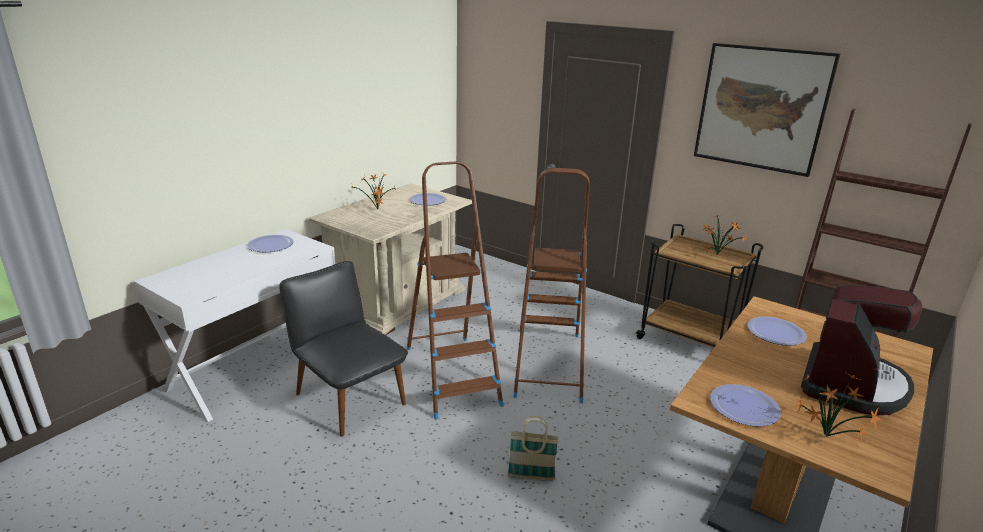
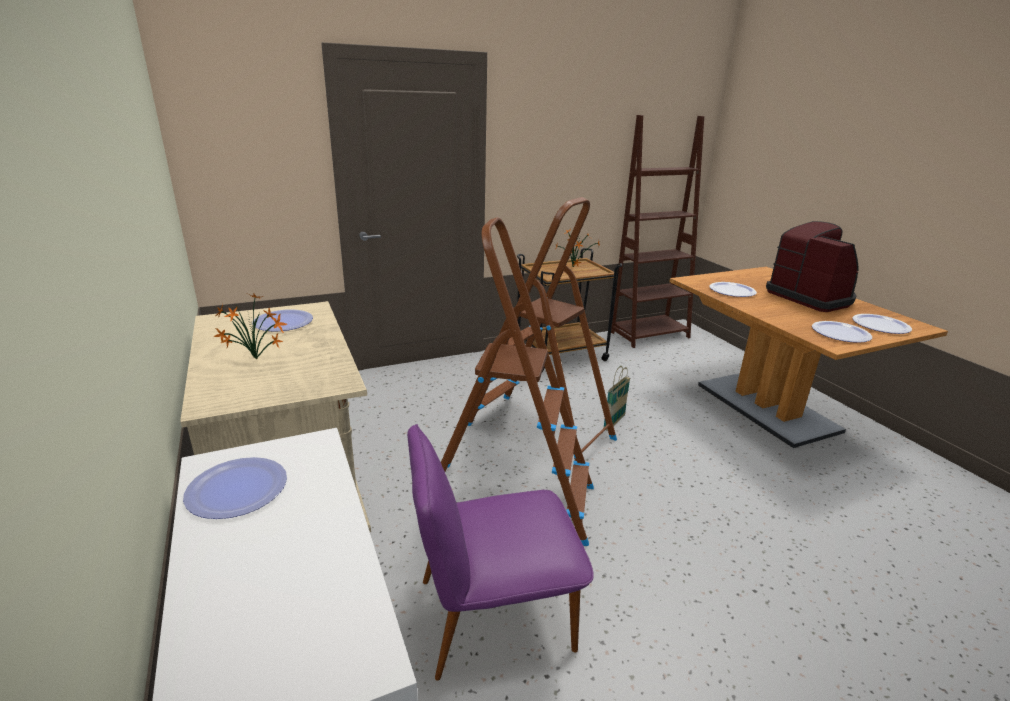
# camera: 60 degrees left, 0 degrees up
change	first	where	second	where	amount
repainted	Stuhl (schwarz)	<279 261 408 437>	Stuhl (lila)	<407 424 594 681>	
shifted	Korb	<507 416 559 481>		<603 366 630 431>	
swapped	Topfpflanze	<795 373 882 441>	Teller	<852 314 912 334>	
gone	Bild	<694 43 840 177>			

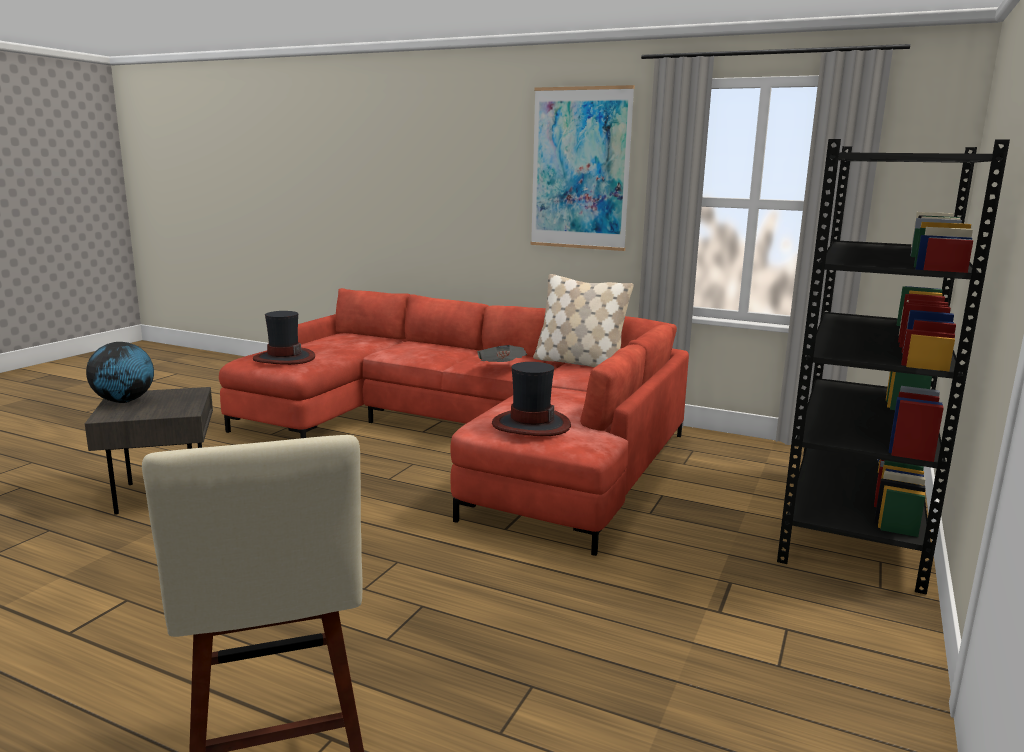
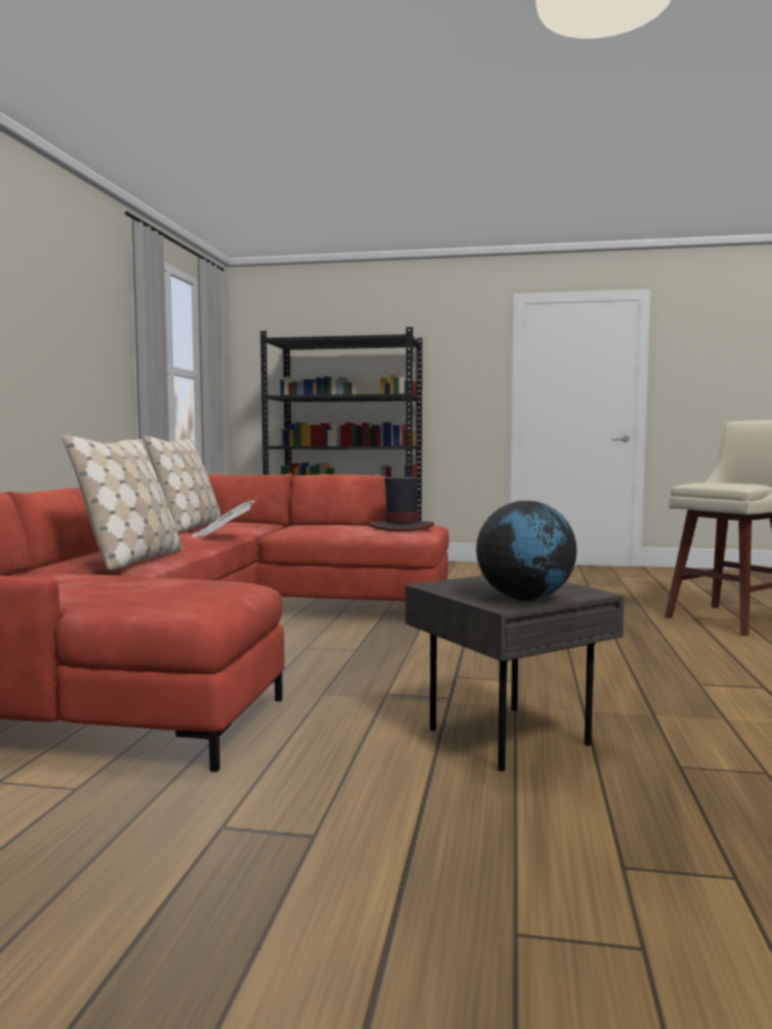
# camera: 105 degrees left, 10 degrees down
change	first	where	second	where	amount
new			Kissen (beige)	<62 435 182 570>	
gone	Hut	<253 311 315 365>			
gone	Bild	<531 85 635 251>			

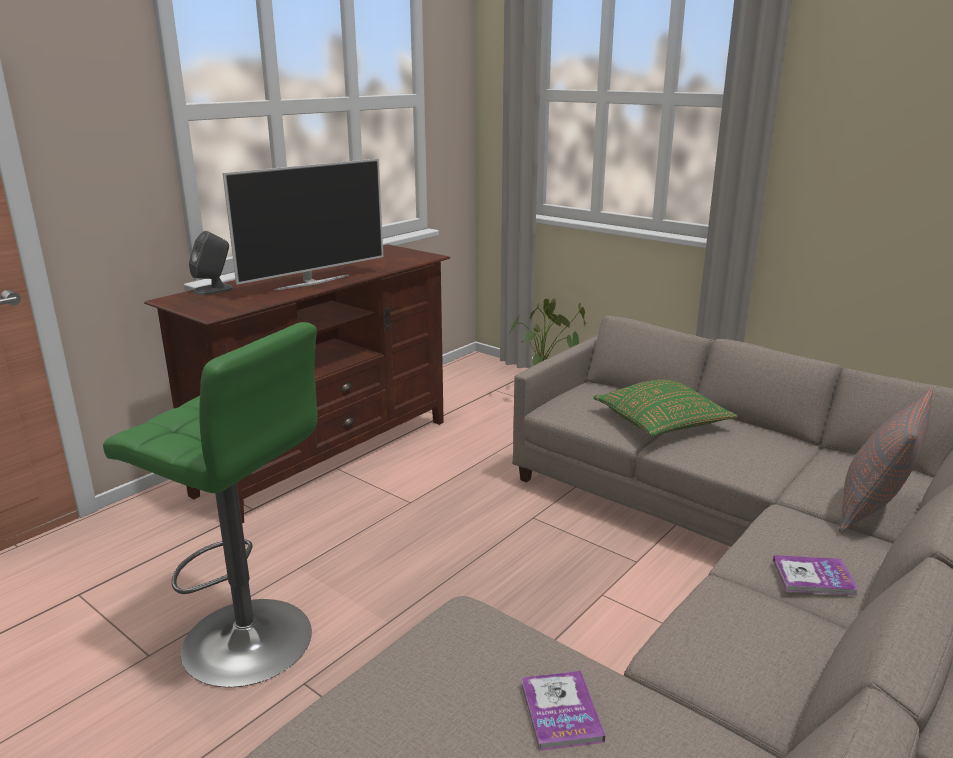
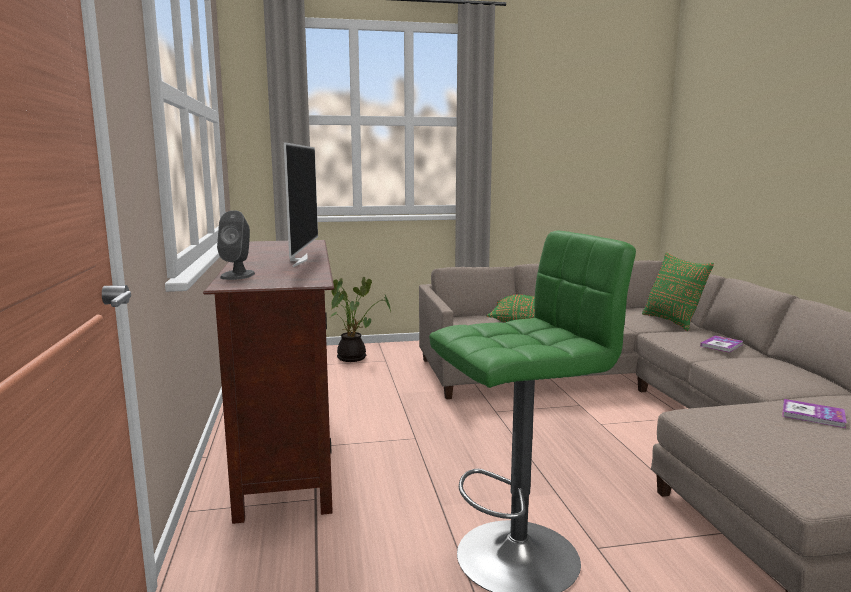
# camera: 50 degrees left, 10 degrees down
change	first	where	second	where	amount
repainted	Kissen (grau)	<838 388 933 534>	Kissen (grün)	<642 252 714 331>	

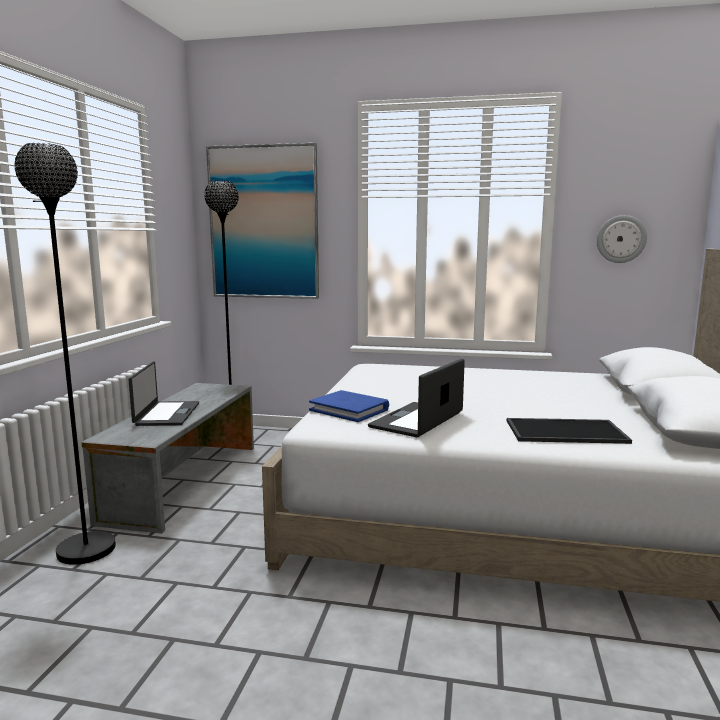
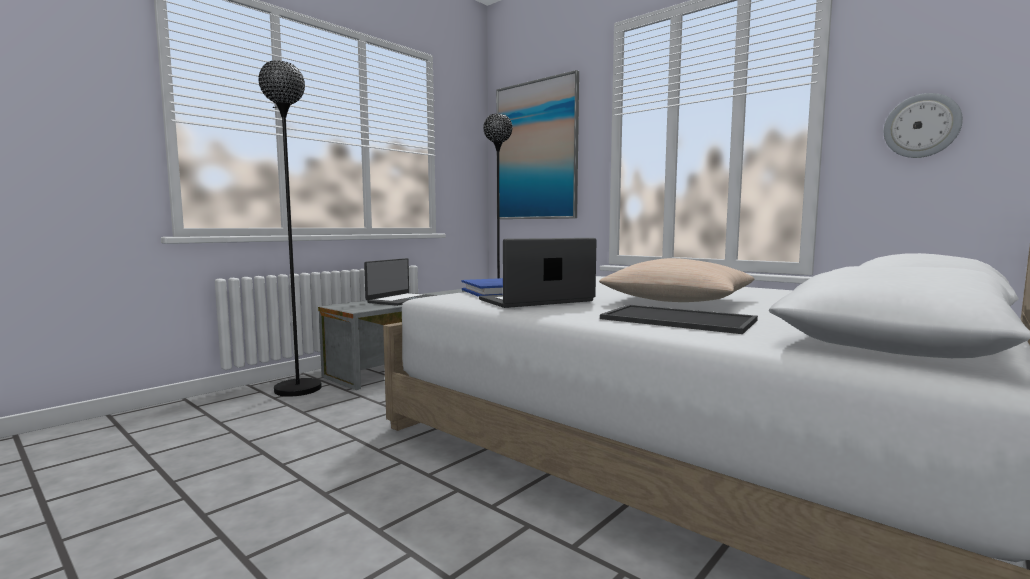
# camera: 30 degrees right, 5 degrees down
change	first	where	second	where	amount
new			Kissen (beige)	<599 258 754 302>	

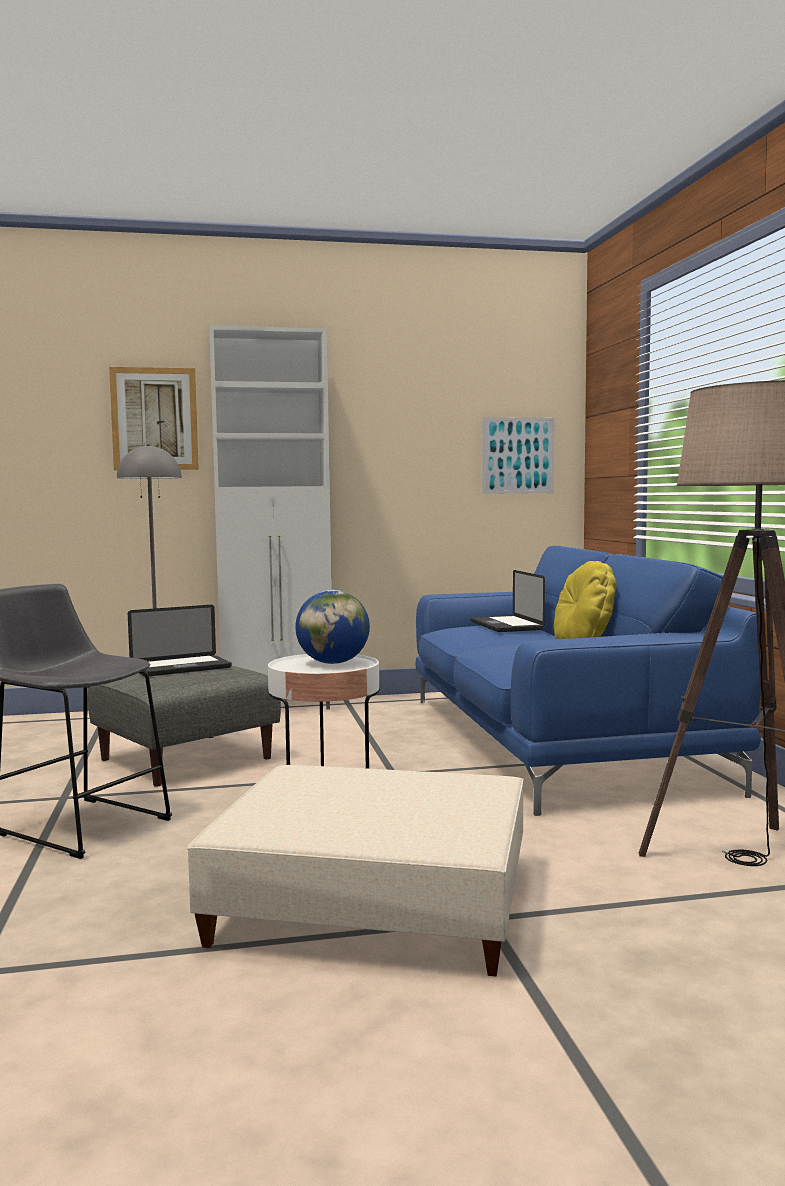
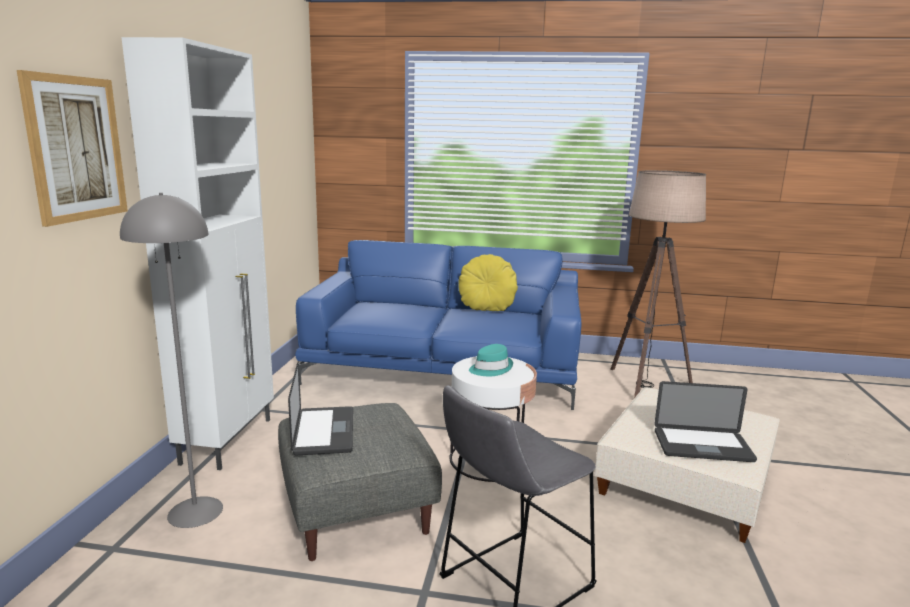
# camera: 70 degrees left, 10 degrees up
change	first	where	second	where	amount
swapped	Globus	<295 590 370 664>	Hut (türkis)	<469 344 513 376>	
shifted	Laptop	<470 570 545 632>		<654 381 757 462>	
gone	Bild	<482 417 555 494>			

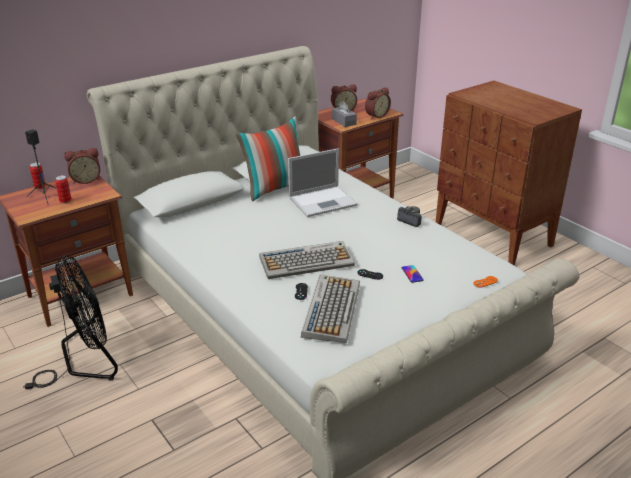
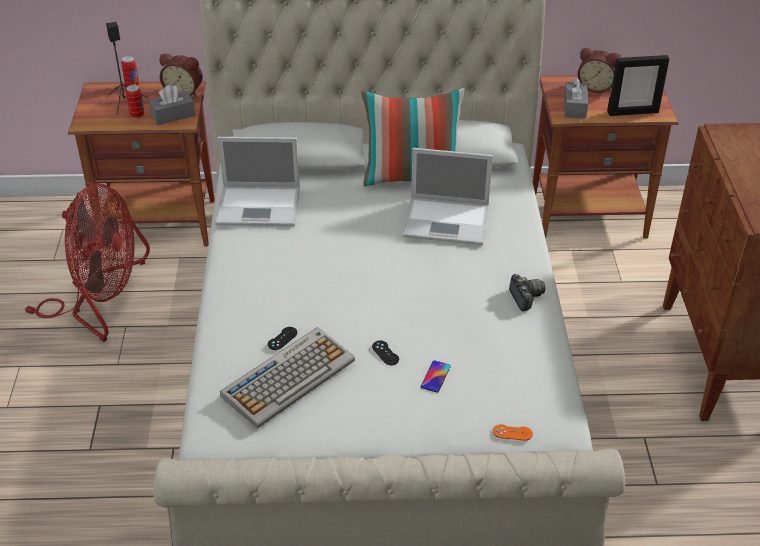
# camera: 35 degrees right, 10 degrees up
change	first	where	second	where	amount
repainted	Ventilator (schwarz)	<23 256 118 389>	Ventilator (rot)	<24 183 150 342>	
new			Taschentuchbox (grau)	<149 85 196 125>	
new			Laptop	<215 137 300 226>	
swapped	Wecker	<365 87 391 119>	Bilderrahmen	<607 55 670 116>	
gone	Tastatur	<260 241 355 279>			

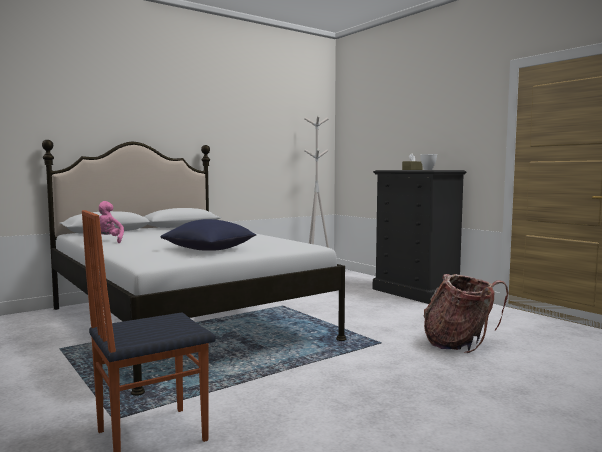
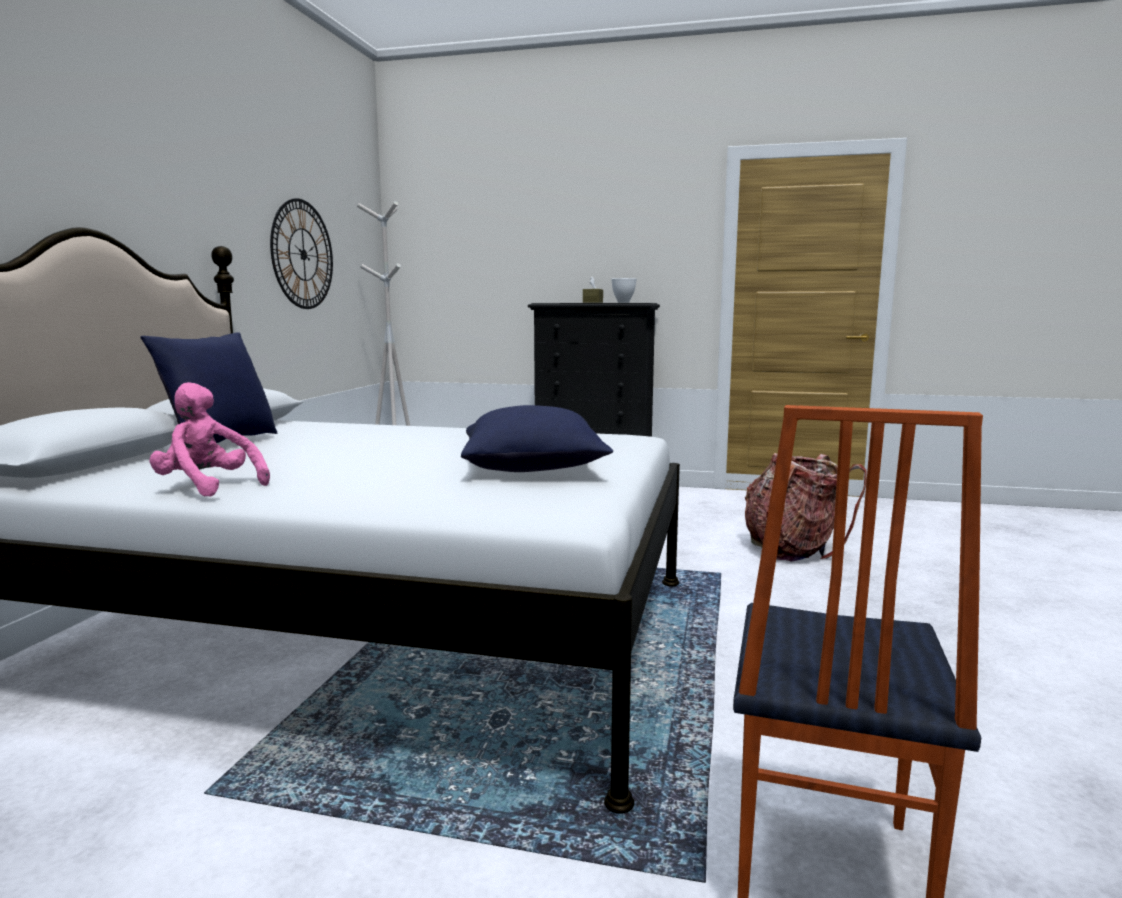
# camera: 40 degrees left, 5 degrees up
change	first	where	second	where	amount
new			Kissen (blau)	<140 332 277 443>	
new			Wanduhr	<270 198 333 309>	

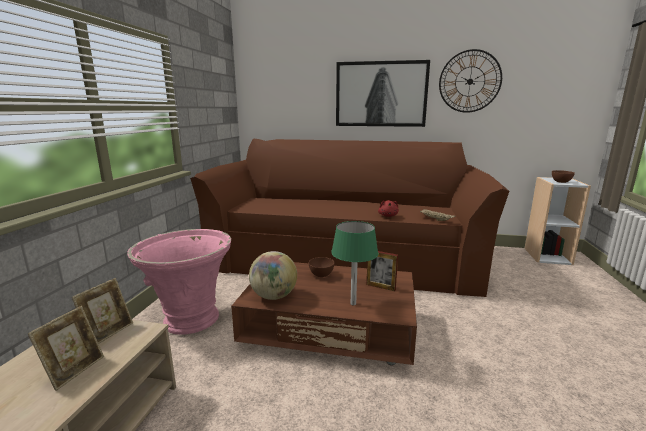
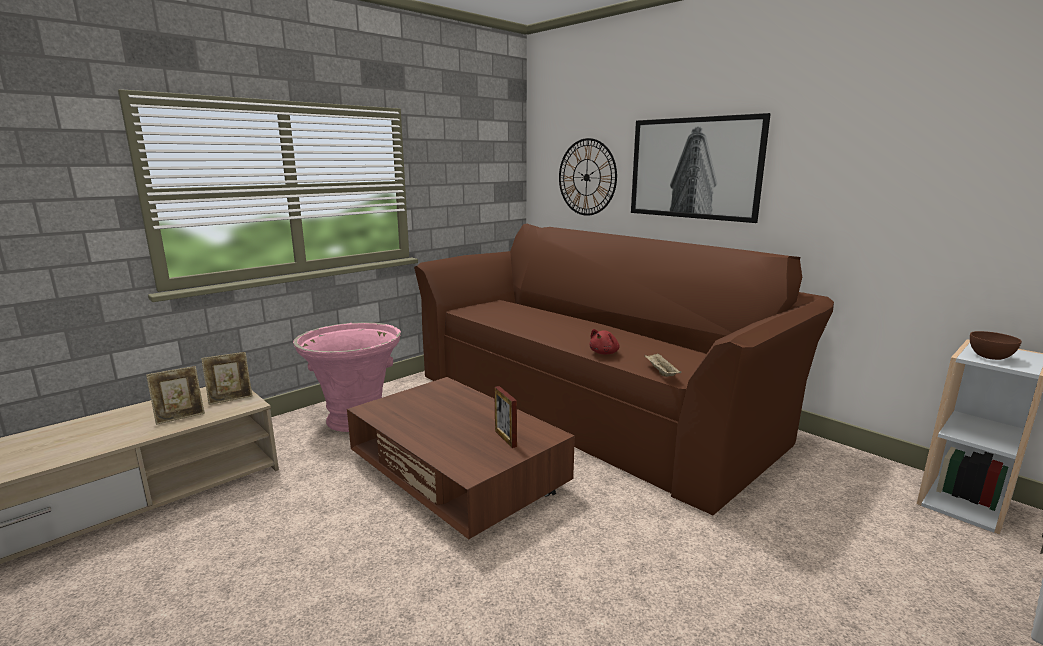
# camera: 35 degrees right, 0 degrees up
change	first	where	second	where	amount
shifted	Wanduhr	<439 49 502 113>		<559 138 617 216>	
gone	Globus	<249 251 297 300>			
gone	Schüssel (braun)	<309 257 334 277>			
gone	Tischlampe (grün)	<331 221 378 305>			

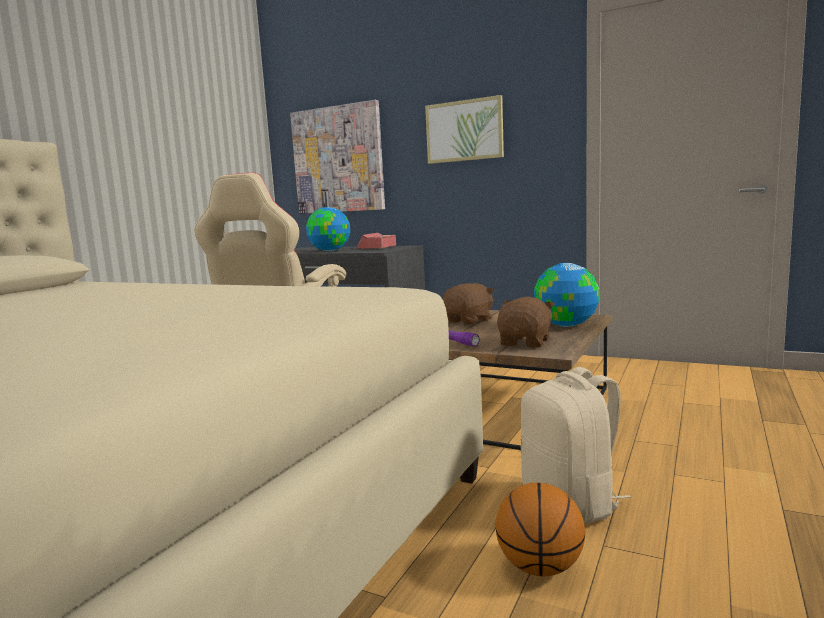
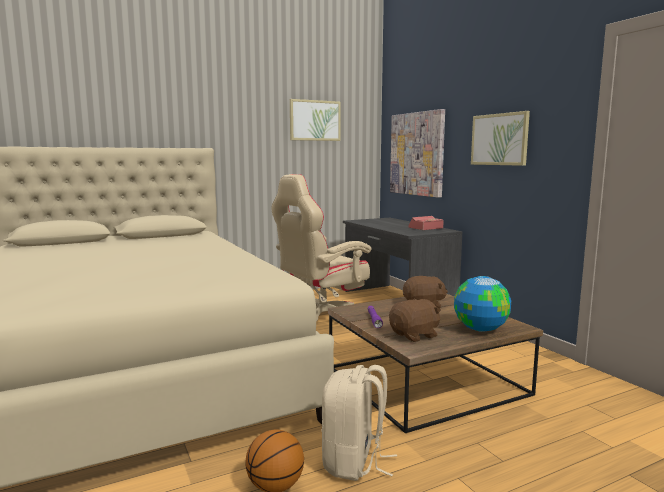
# camera: 35 degrees right, 0 degrees up
change	first	where	second	where	amount
new			Bild	<290 99 341 141>	
gone	Globus	<306 207 350 251>			

